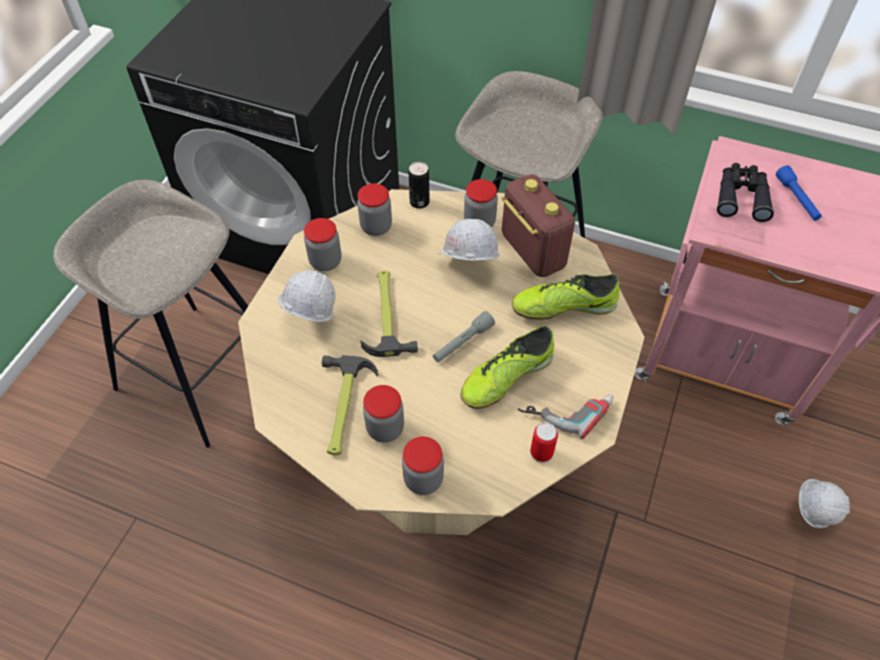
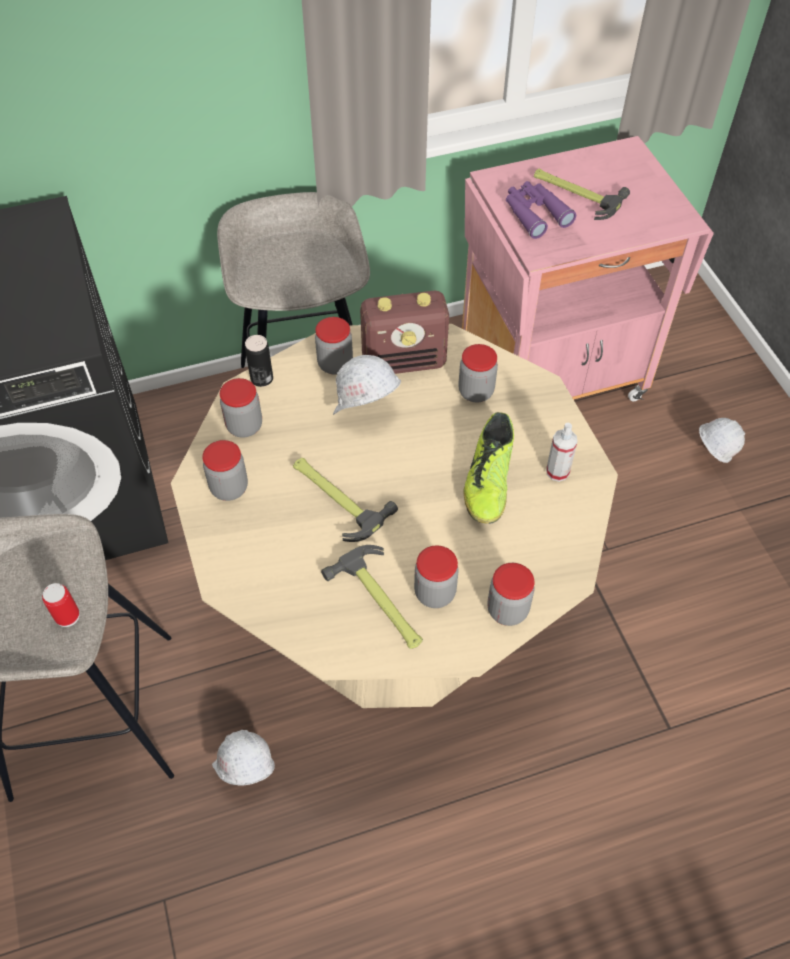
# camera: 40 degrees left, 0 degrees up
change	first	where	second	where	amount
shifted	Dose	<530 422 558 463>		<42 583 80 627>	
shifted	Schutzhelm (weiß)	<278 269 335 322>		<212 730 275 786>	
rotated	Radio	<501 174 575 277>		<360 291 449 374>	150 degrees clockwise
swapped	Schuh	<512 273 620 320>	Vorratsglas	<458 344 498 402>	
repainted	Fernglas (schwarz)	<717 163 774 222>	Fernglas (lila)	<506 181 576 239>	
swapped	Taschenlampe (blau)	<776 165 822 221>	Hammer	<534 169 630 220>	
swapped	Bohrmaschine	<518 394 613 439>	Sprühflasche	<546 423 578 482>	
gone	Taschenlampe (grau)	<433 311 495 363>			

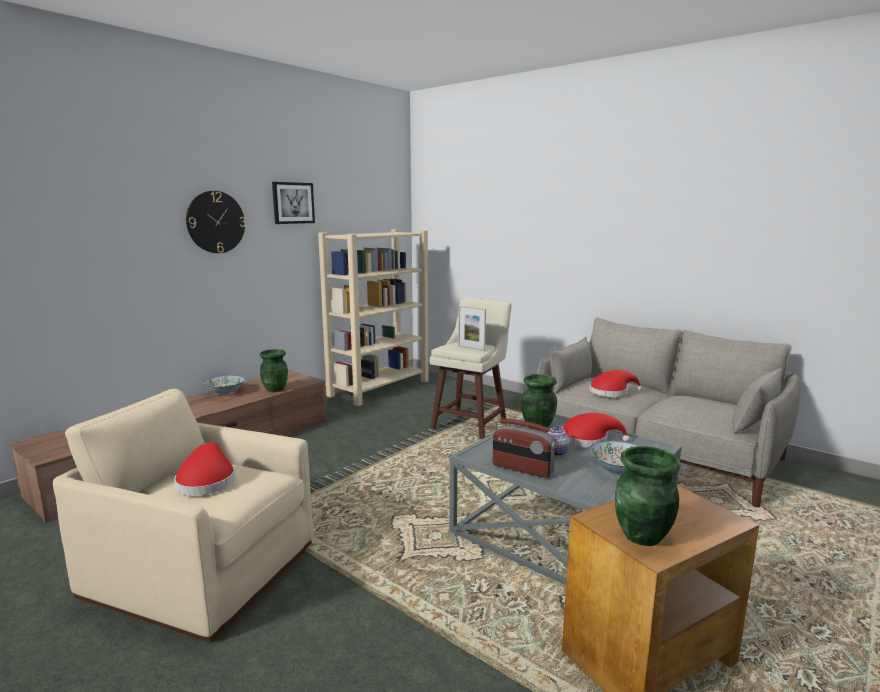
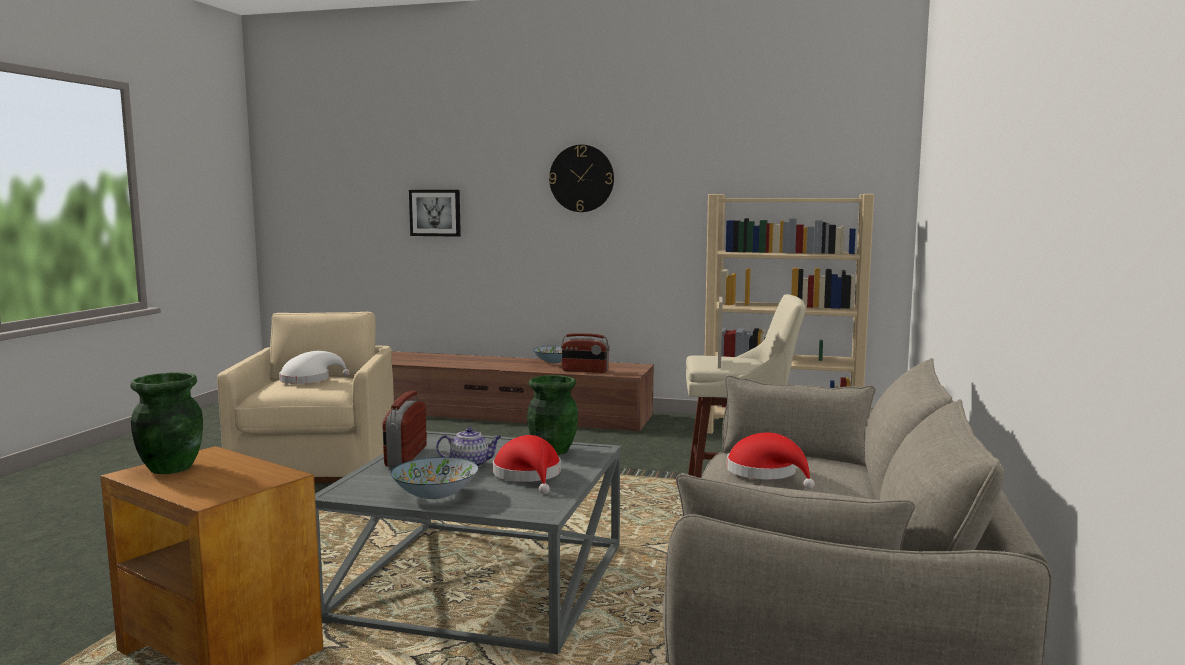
# camera: 65 degrees right, 5 degrees down
change	first	where	second	where	amount
repainted	Hut (rot)	<174 442 235 496>	Hut (weiß)	<279 351 350 384>	
shifted	Bild	<272 182 315 224>		<409 190 461 237>	
swapped	Vase (grün)	<260 349 288 392>	Radio	<561 333 610 373>	

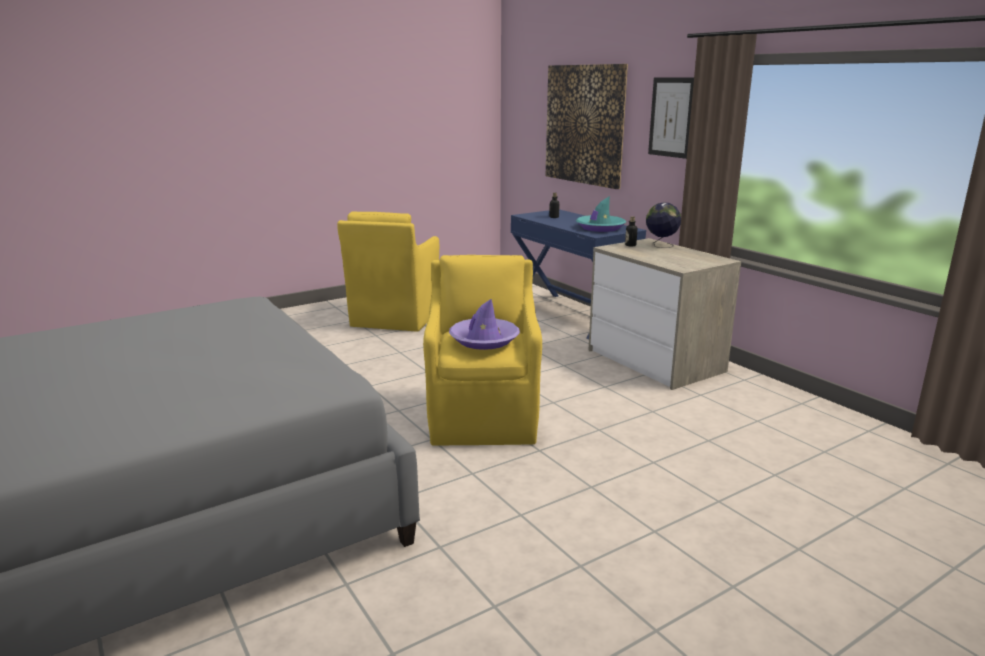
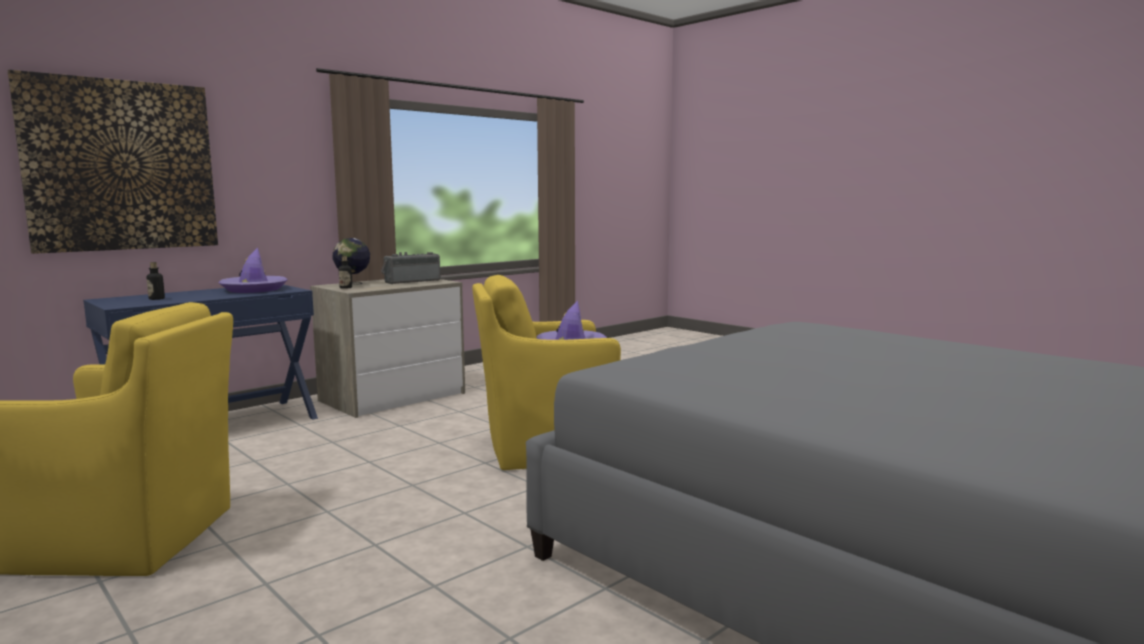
# camera: 100 degrees left, 10 degrees down
change	first	where	second	where	amount
repainted	Hut (türkis)	<576 196 626 232>	Hut (lila)	<219 248 288 293>	
new			Radio	<381 252 440 284>	
gone	Bild	<648 77 694 159>			

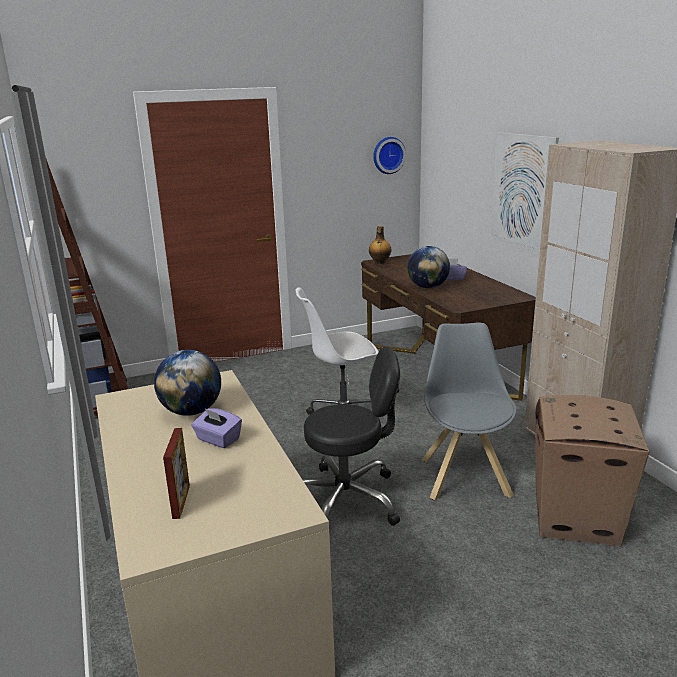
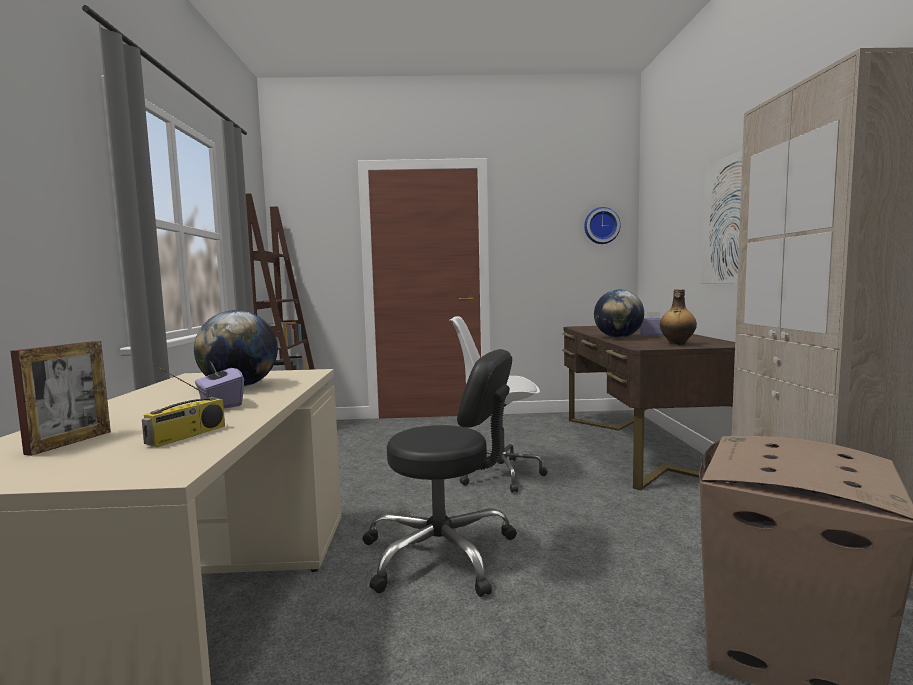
# camera: 20 degrees right, 15 degrees down
change	first	where	second	where	amount
new			Radio	<142 364 225 447>	
shifted	Flasche	<369 226 392 264>		<660 289 697 345>	
gone	Stuhl (grau)	<422 322 517 500>			

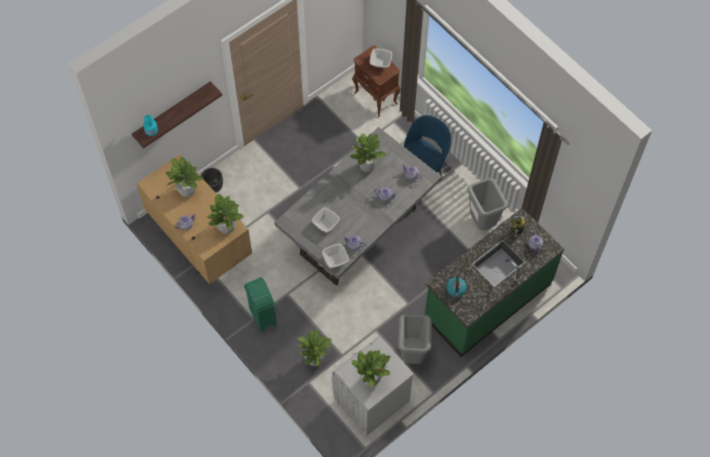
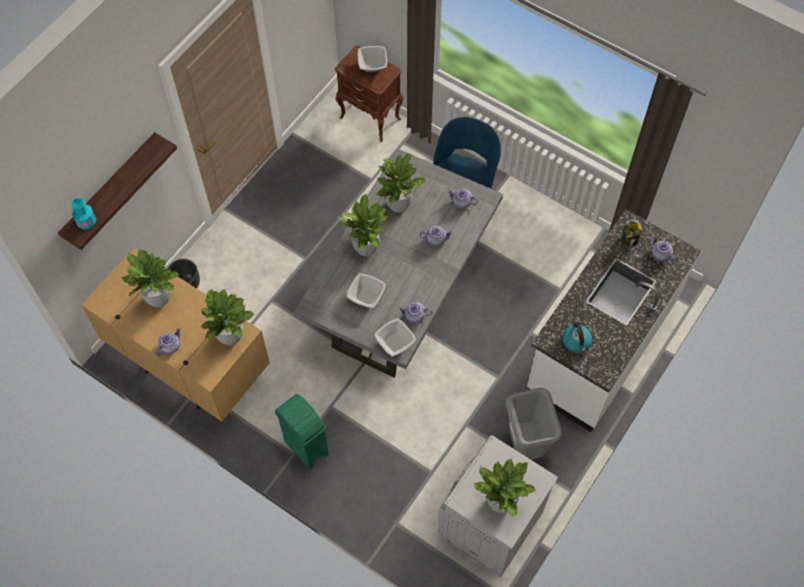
# camera: 15 degrees left, 0 degrees up
change	first	where	second	where	amount
shifted	Topfpflanze	<297 329 332 366>		<338 194 389 256>	
repainted	Küchenzeile (grün)	<425 208 564 357>	Küchenzeile (weiß)	<527 209 701 432>	
gone	Mülleimer (grau)	<467 178 508 230>			

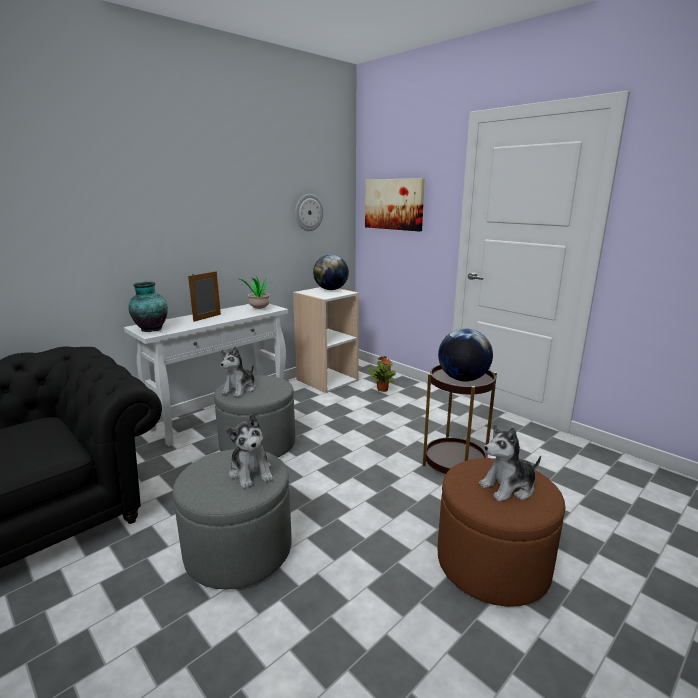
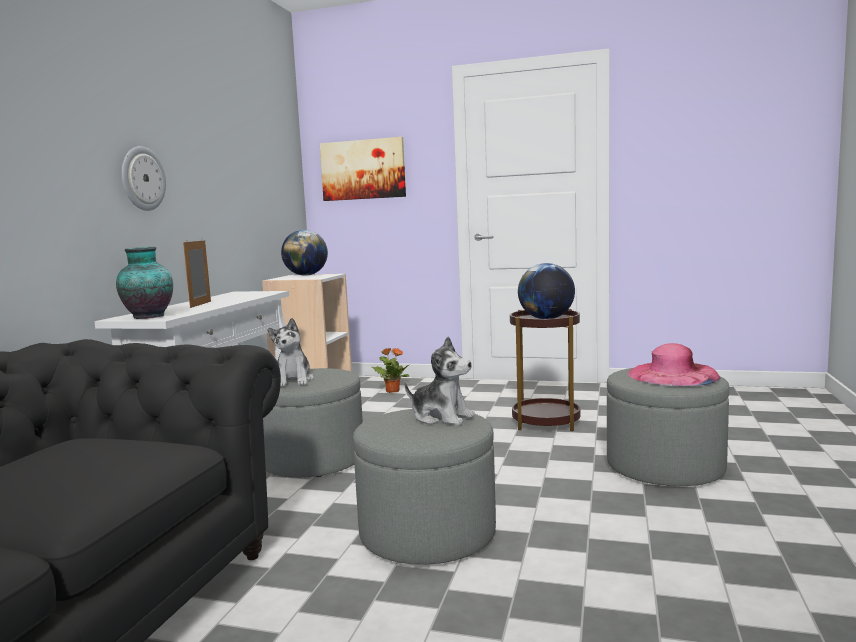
# camera: 30 degrees left, 10 degrees down
change	first	where	second	where	amount
shifted	Wanduhr	<295 194 323 231>		<122 146 166 211>	
repainted	Polsterhocker (braun)	<438 458 565 607>	Polsterhocker (grau)	<607 368 729 486>	
swapped	Plüschtier	<479 424 541 502>	Hut (rosa)	<628 343 721 386>	
gone	Topfpflanze	<237 276 277 309>			

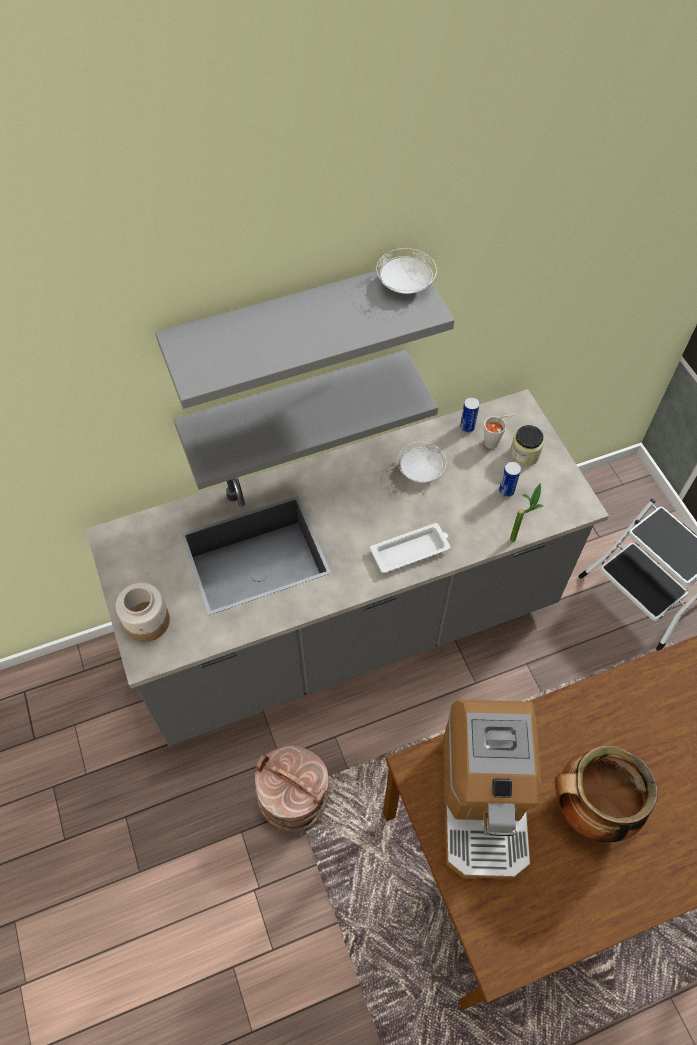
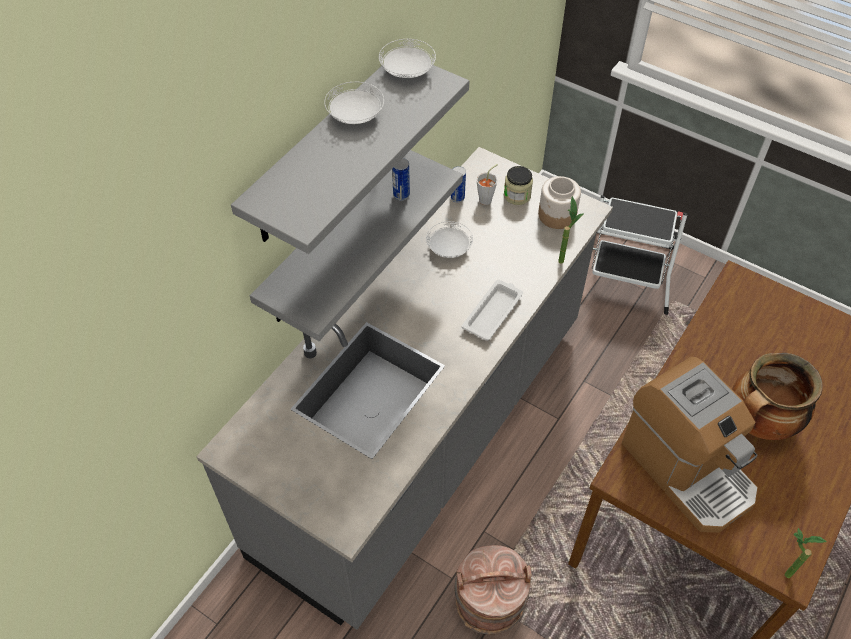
# camera: 35 degrees left, 5 degrees down
change	first	where	second	where	amount
new			Teller (weiß)	<324 82 384 124>	
shifted	Dose	<499 462 521 497>		<392 158 410 201>	
shifted	Vorratsglas	<116 582 170 642>		<538 176 581 229>	
new			Topfpflanze	<785 528 827 578>	

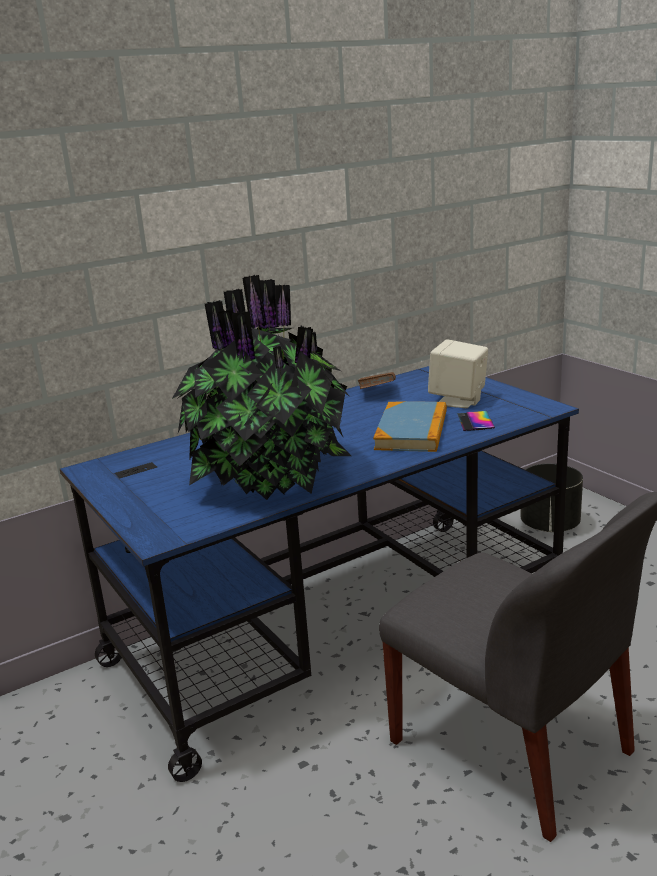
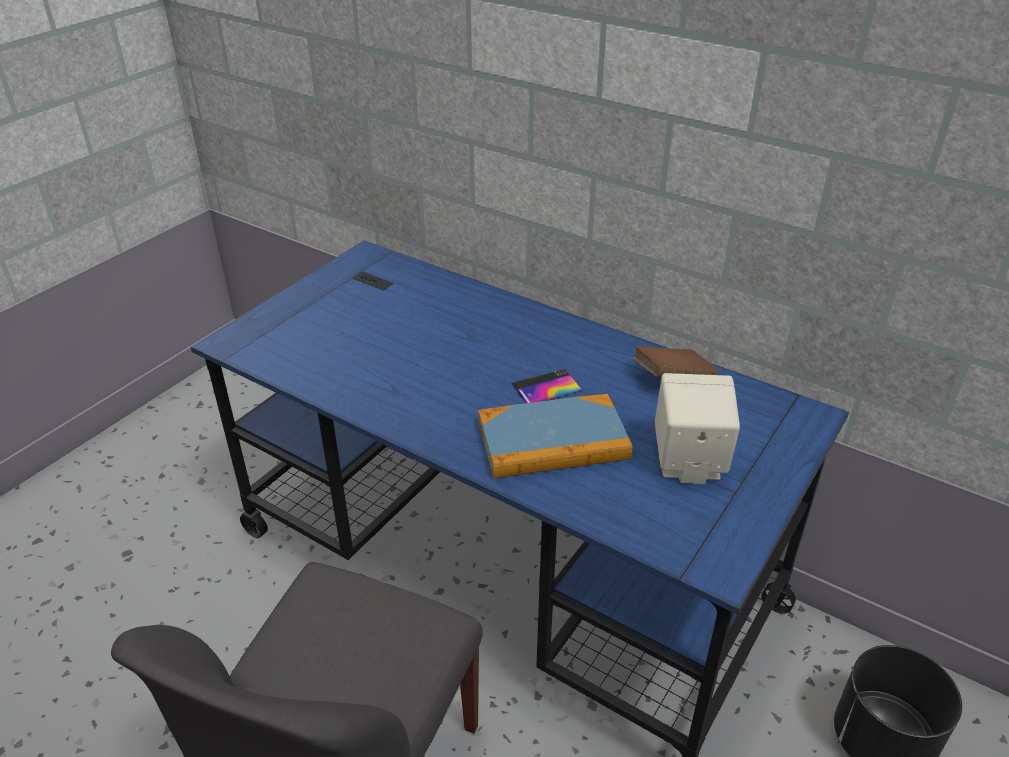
# camera: 65 degrees right, 15 degrees up
change	first	where	second	where	amount
shifted	Handy	<457 411 495 431>		<511 369 582 403>	
gone	Topfpflanze	<172 275 351 500>			

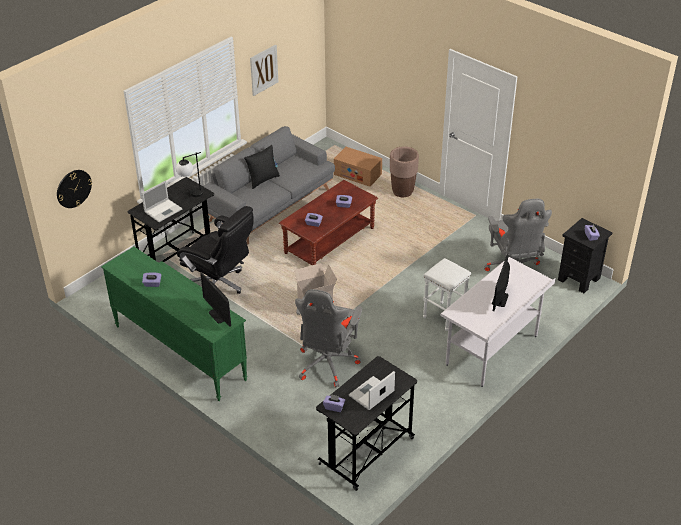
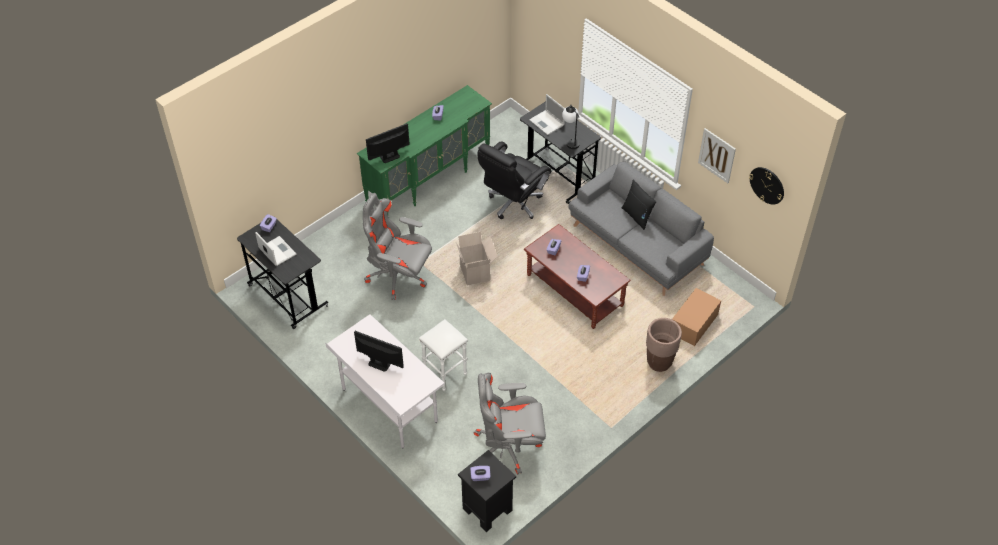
# camera: 95 degrees right, 10 degrees up
change	first	where	second	where	amount
shifted	Wanduhr	<57 170 92 208>		<749 167 784 204>	

